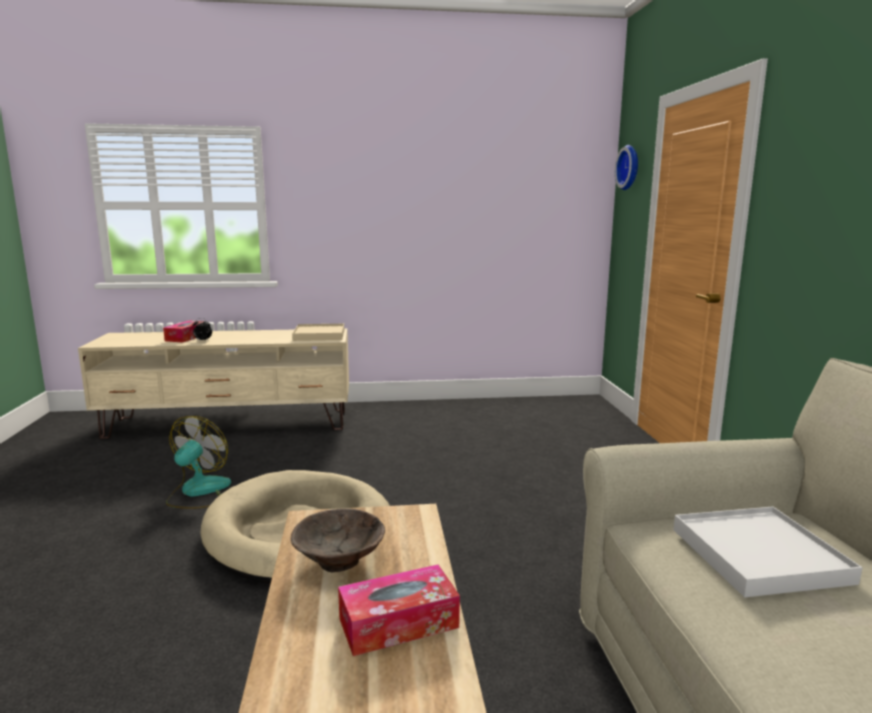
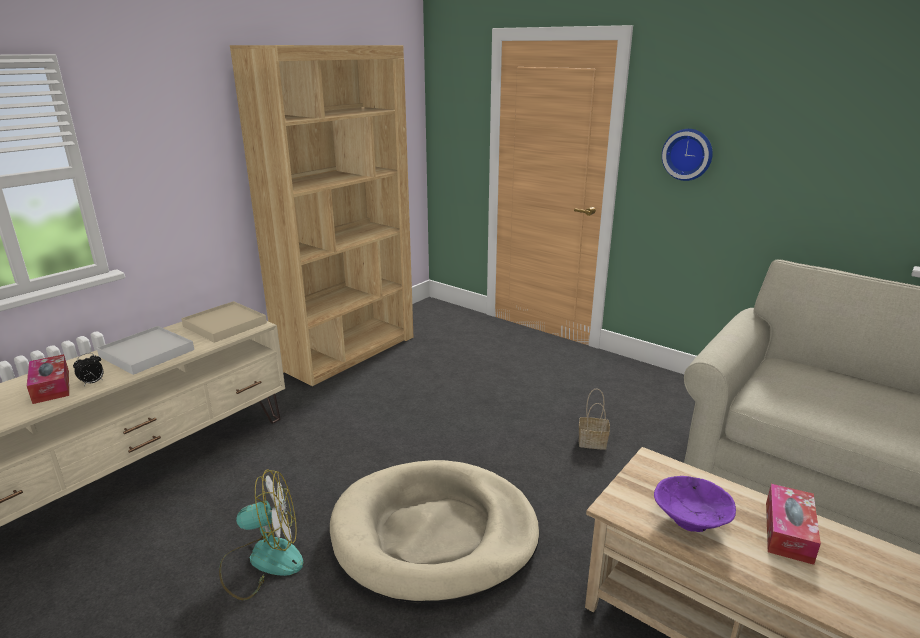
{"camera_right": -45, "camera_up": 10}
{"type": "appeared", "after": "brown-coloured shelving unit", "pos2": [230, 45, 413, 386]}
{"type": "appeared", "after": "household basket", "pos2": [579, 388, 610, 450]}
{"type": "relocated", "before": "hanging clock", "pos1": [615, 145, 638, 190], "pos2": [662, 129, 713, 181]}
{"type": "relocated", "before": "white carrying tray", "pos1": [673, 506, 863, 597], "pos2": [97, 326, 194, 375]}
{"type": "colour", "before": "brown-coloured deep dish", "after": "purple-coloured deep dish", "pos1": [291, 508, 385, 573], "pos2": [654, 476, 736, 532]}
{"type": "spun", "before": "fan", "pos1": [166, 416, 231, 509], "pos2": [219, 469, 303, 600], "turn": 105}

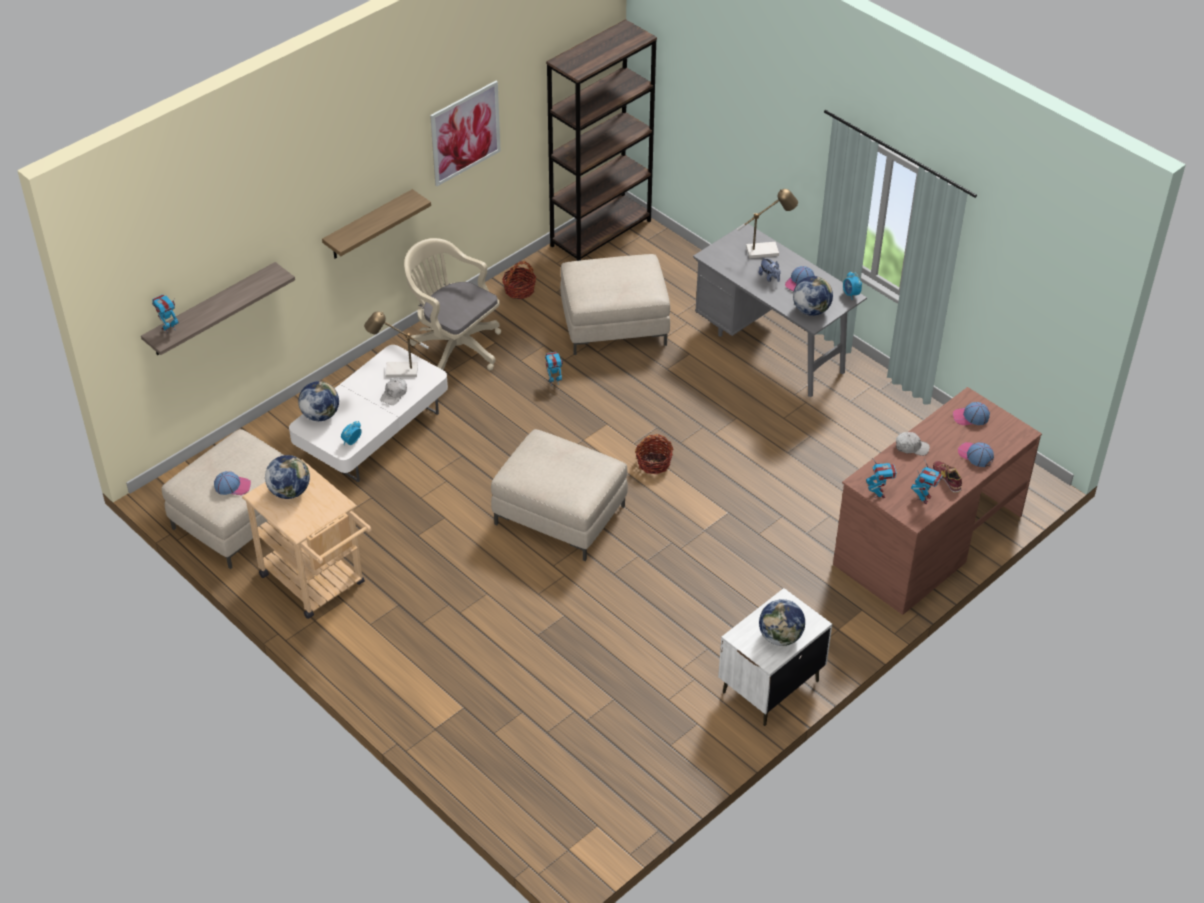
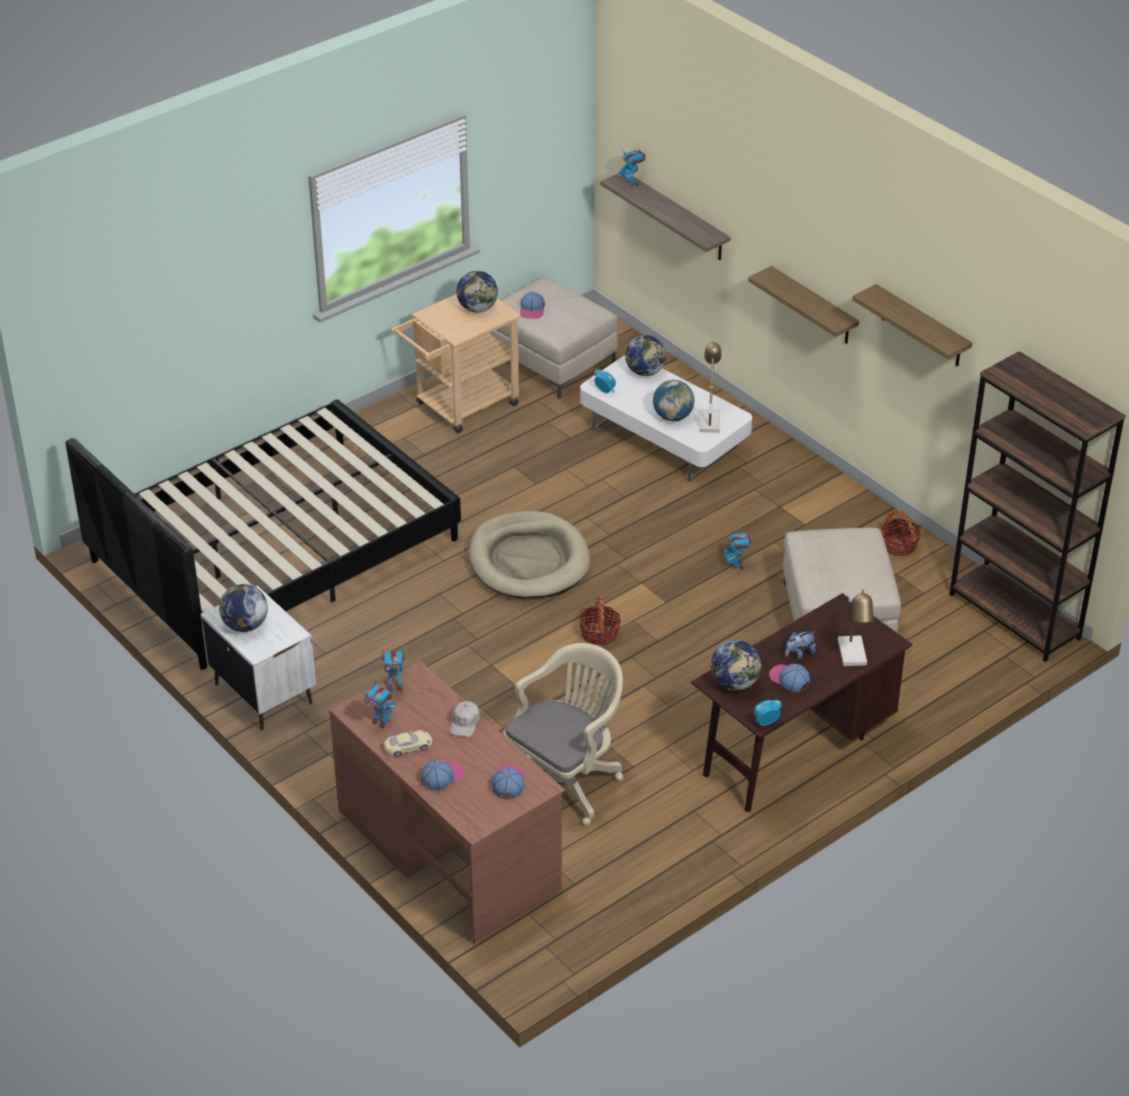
{"camera_right": 95, "camera_up": -5}
{"type": "appeared", "after": "black bed", "pos2": [66, 400, 461, 670]}
{"type": "relocated", "before": "beige-coloured computer chair", "pos1": [404, 238, 501, 370], "pos2": [503, 643, 623, 826]}
{"type": "exchanged", "before": "white cap", "after": "globe", "pos1": [380, 378, 407, 405], "pos2": [653, 380, 694, 421]}
{"type": "exchanged", "before": "wall picture", "after": "bracket shelf", "pos1": [430, 81, 501, 186], "pos2": [852, 284, 972, 367]}
{"type": "exchanged", "before": "beige-coloured ottoman", "after": "beige-coloured pet bed", "pos1": [491, 429, 628, 561], "pos2": [469, 511, 590, 598]}
{"type": "exchanged", "before": "item of footwear", "after": "beige-coloured model car", "pos1": [933, 461, 962, 493], "pos2": [384, 730, 432, 757]}
{"type": "colour", "before": "gray desk", "after": "brown-coloured desk", "pos1": [693, 223, 867, 397], "pos2": [691, 593, 912, 812]}

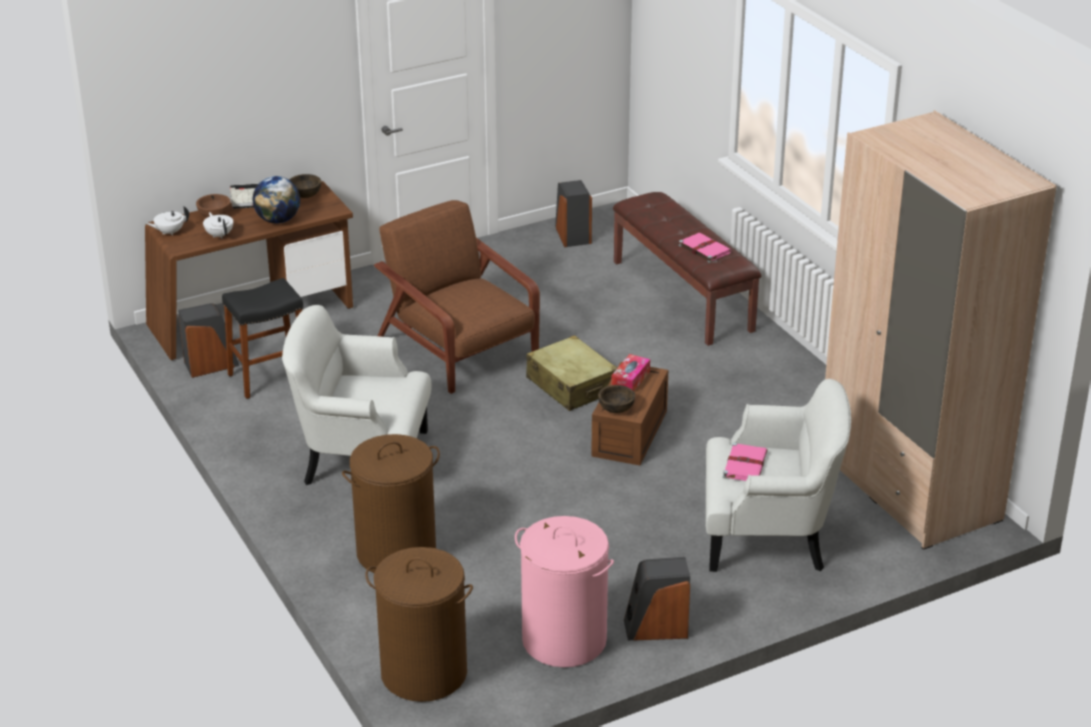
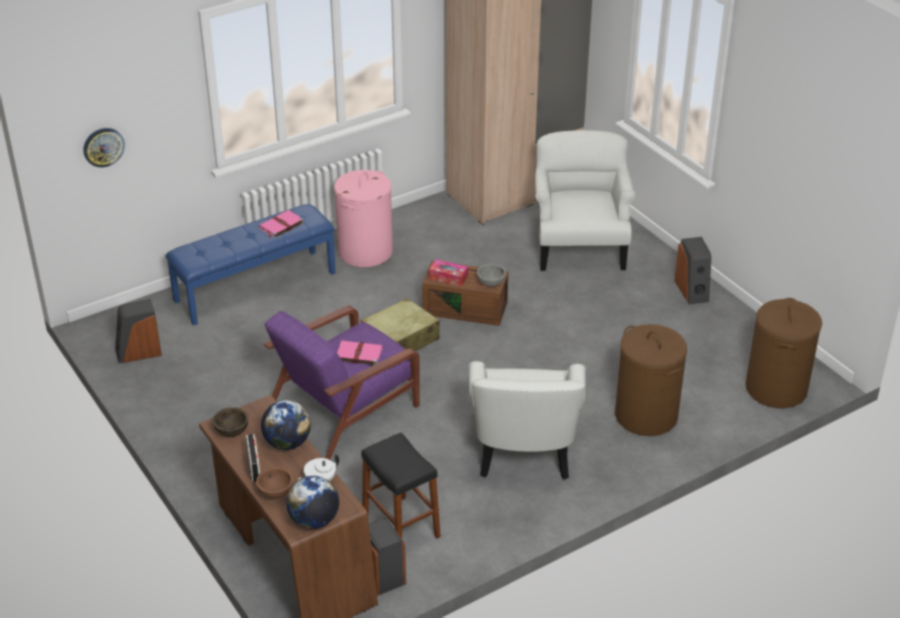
{"camera_right": -95, "camera_up": 5}
{"type": "appeared", "after": "hanging clock", "pos2": [83, 128, 125, 168]}
{"type": "relocated", "before": "pink-coloured laundry basket", "pos1": [515, 516, 614, 667], "pos2": [334, 170, 393, 267]}
{"type": "relocated", "before": "pink-coloured bound book", "pos1": [723, 443, 768, 481], "pos2": [337, 341, 383, 365]}
{"type": "exchanged", "before": "white tea pot", "after": "globe", "pos1": [146, 206, 189, 236], "pos2": [286, 476, 339, 529]}
{"type": "colour", "before": "brown-coloured lounge chair", "after": "purple-coloured lounge chair", "pos1": [374, 200, 540, 394], "pos2": [264, 305, 420, 460]}
{"type": "colour", "before": "brown-coloured deep dish", "after": "gray deep dish", "pos1": [598, 385, 635, 413], "pos2": [477, 264, 506, 287]}
{"type": "colour", "before": "brown-coloured long seat", "after": "blue long seat", "pos1": [613, 192, 761, 346], "pos2": [166, 204, 335, 326]}

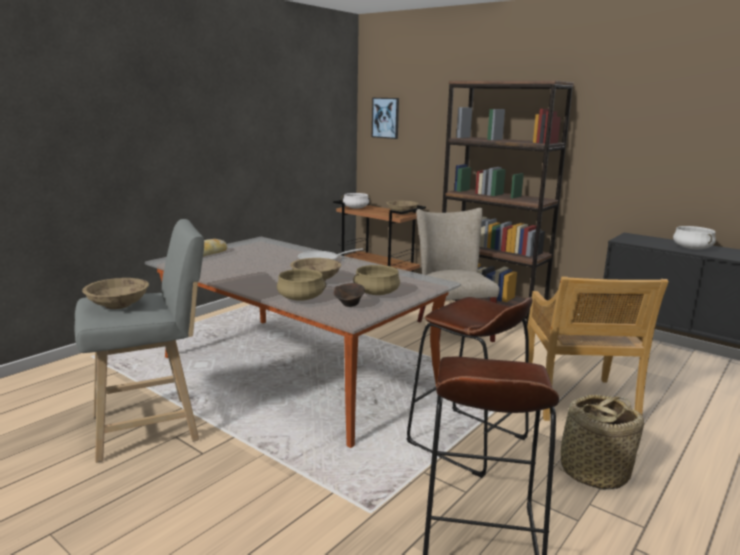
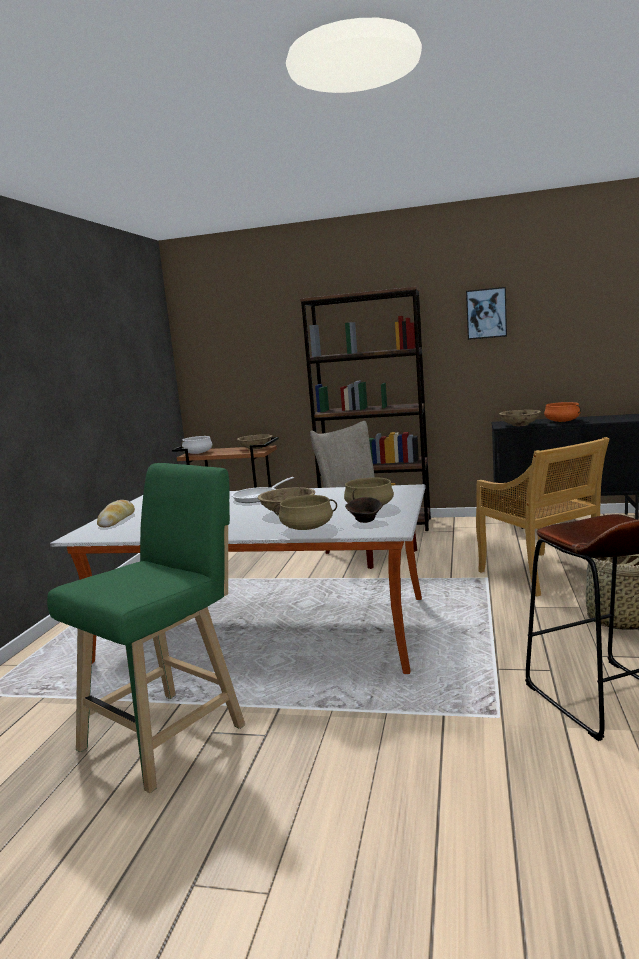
{"camera_right": -25, "camera_up": -5}
{"type": "missing", "before": "brown-coloured stool", "pos1": [406, 297, 532, 478]}
{"type": "relocated", "before": "beige-coloured deep dish", "pos1": [82, 278, 149, 309], "pos2": [499, 410, 541, 426]}
{"type": "relocated", "before": "wall picture", "pos1": [372, 98, 399, 139], "pos2": [466, 287, 507, 340]}
{"type": "colour", "before": "gray stool", "after": "green stool", "pos1": [74, 219, 204, 463], "pos2": [47, 463, 245, 793]}
{"type": "colour", "before": "white stockpot", "after": "orangey stockpot", "pos1": [673, 226, 716, 249], "pos2": [544, 402, 581, 422]}

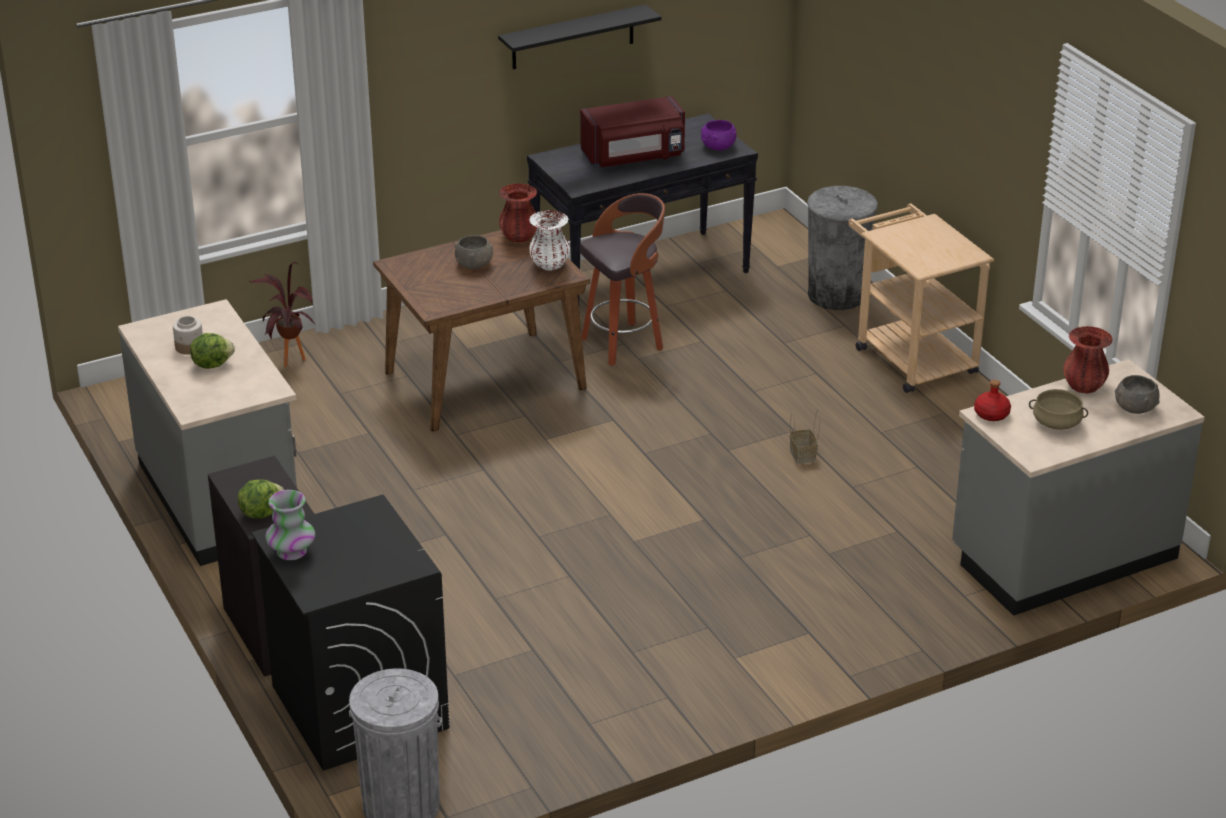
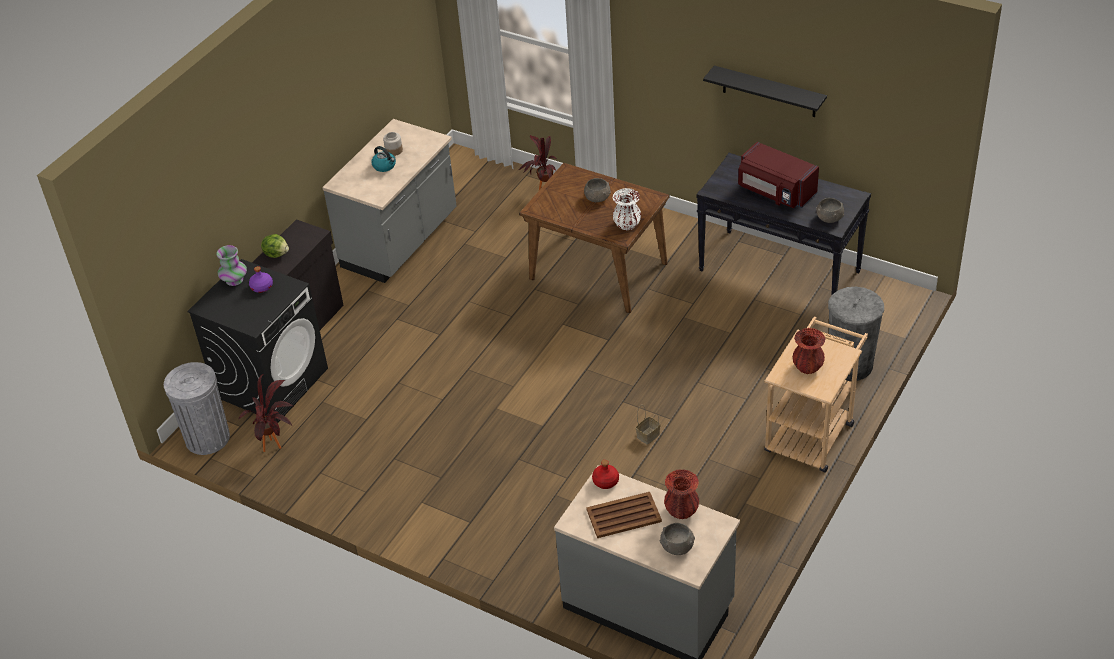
{"camera_right": 60, "camera_up": 10}
{"type": "missing", "before": "stool", "pos1": [580, 193, 665, 365]}
{"type": "appeared", "after": "potted plant", "pos2": [238, 374, 293, 452]}
{"type": "appeared", "after": "purple-coloured drink bottle", "pos2": [249, 266, 273, 293]}
{"type": "relocated", "before": "red-coloured flower vase", "pos1": [499, 184, 537, 242], "pos2": [793, 328, 826, 374]}
{"type": "exchanged", "before": "head of lettuce", "after": "water kettle", "pos1": [190, 333, 235, 369], "pos2": [371, 146, 396, 172]}
{"type": "exchanged", "before": "beige-coloured stockpot", "after": "brown-coloured carrying tray", "pos1": [1029, 389, 1088, 430], "pos2": [586, 492, 662, 538]}
{"type": "colour", "before": "purple-coloured deep dish", "after": "gray deep dish", "pos1": [701, 120, 736, 151], "pos2": [816, 198, 844, 223]}

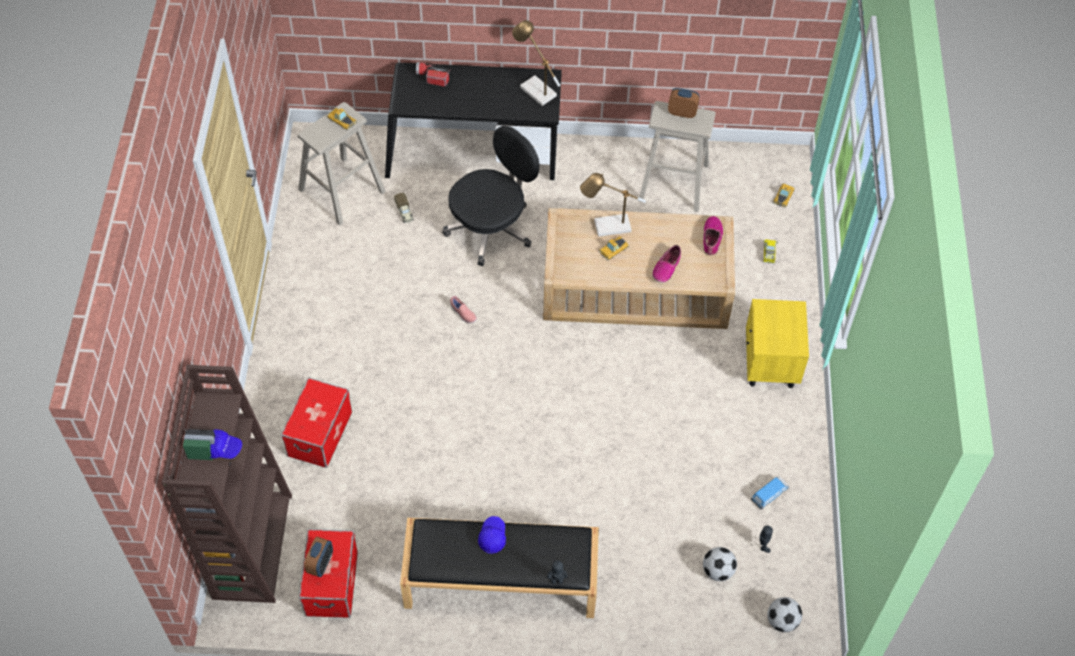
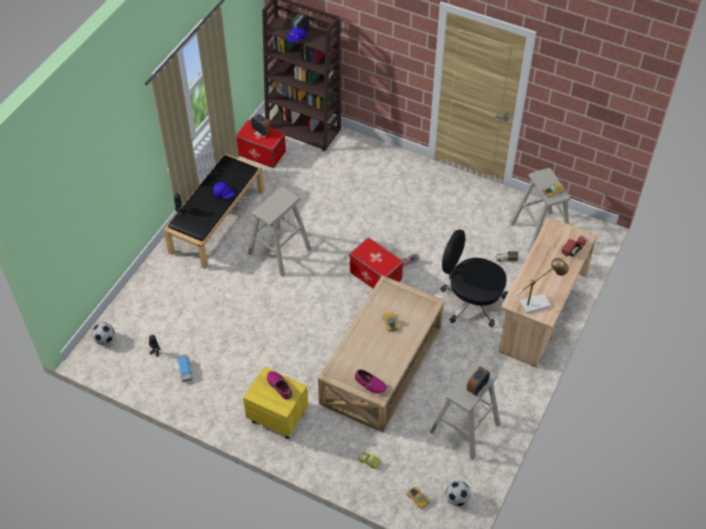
{"camera_right": 115, "camera_up": -5}
{"type": "missing", "before": "table lamp", "pos1": [580, 173, 646, 237]}
{"type": "appeared", "after": "beige-coloured stool", "pos2": [248, 187, 312, 277]}
{"type": "relocated", "before": "storage container", "pos1": [281, 378, 352, 468], "pos2": [349, 237, 403, 289]}
{"type": "relocated", "before": "item of footwear", "pos1": [652, 245, 681, 283], "pos2": [267, 371, 292, 400]}
{"type": "relocated", "before": "football ball", "pos1": [703, 547, 737, 581], "pos2": [446, 481, 471, 506]}
{"type": "colour", "before": "black desk", "after": "beige-coloured desk", "pos1": [385, 63, 562, 180], "pos2": [499, 217, 597, 368]}
{"type": "spun", "before": "black computer chair", "pos1": [442, 126, 540, 266], "pos2": [440, 229, 508, 327], "turn": 135}

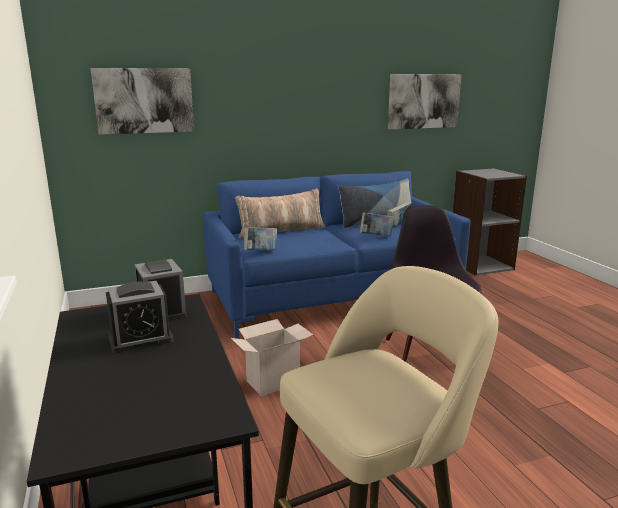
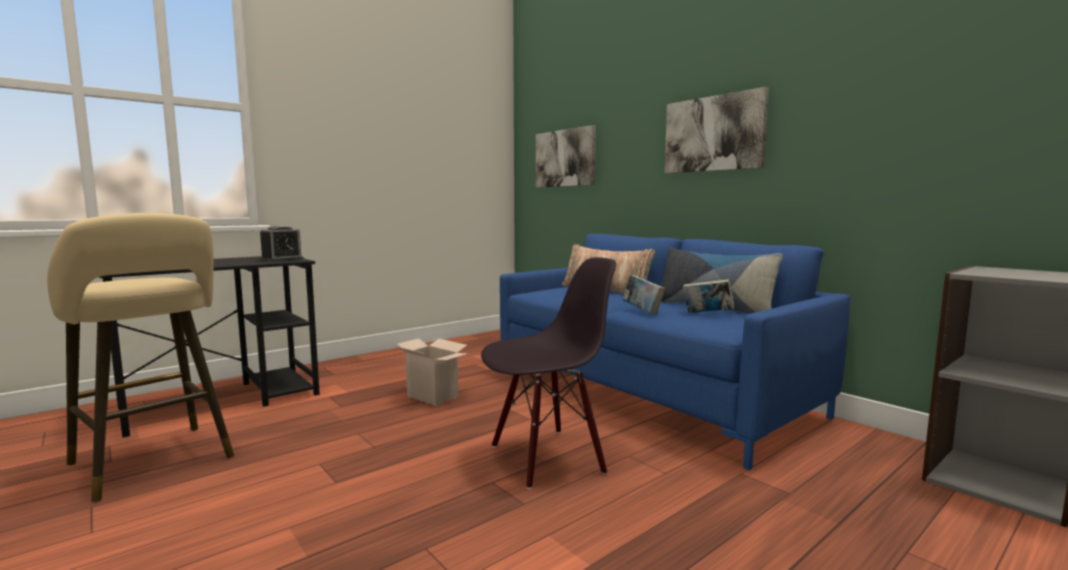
{"camera_right": 70, "camera_up": -10}
{"type": "missing", "before": "bedside clock", "pos1": [106, 281, 173, 353]}
{"type": "missing", "before": "bound book", "pos1": [244, 227, 277, 250]}
{"type": "relocated", "before": "wall picture", "pos1": [388, 74, 462, 129], "pos2": [665, 87, 769, 173]}

